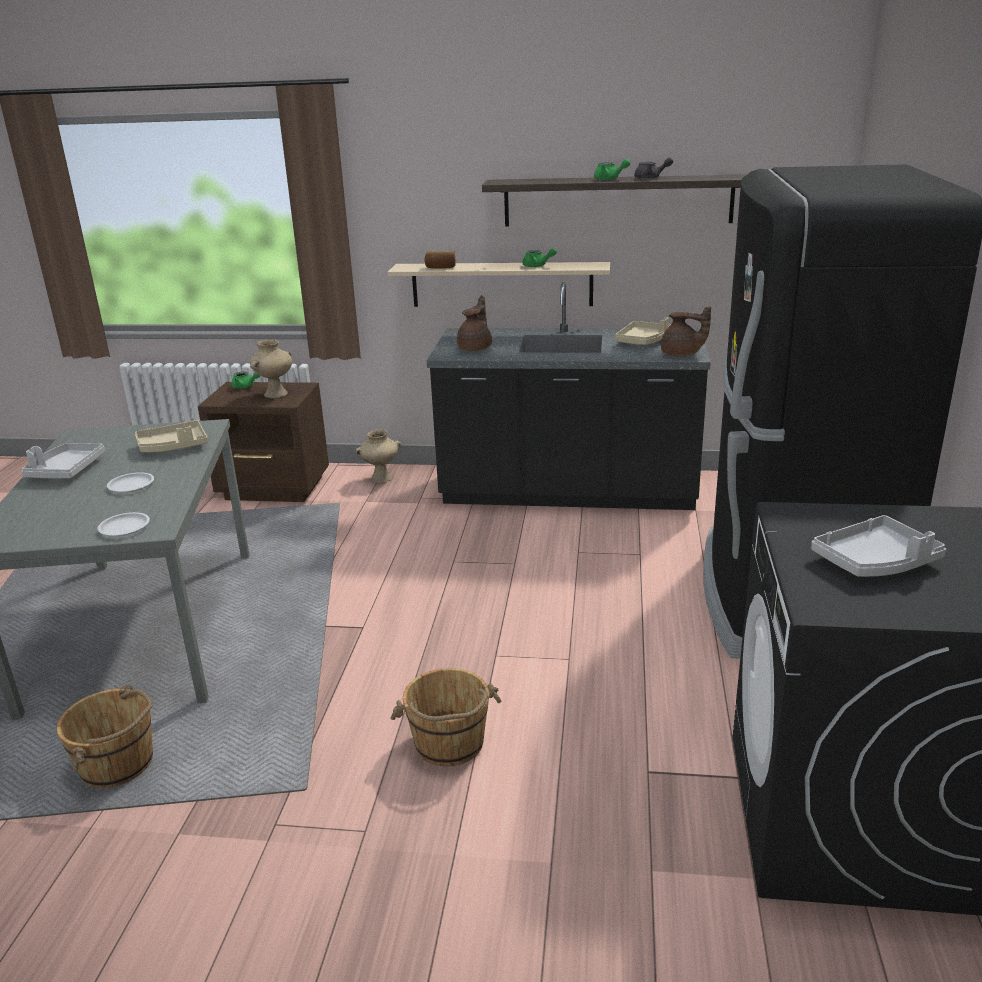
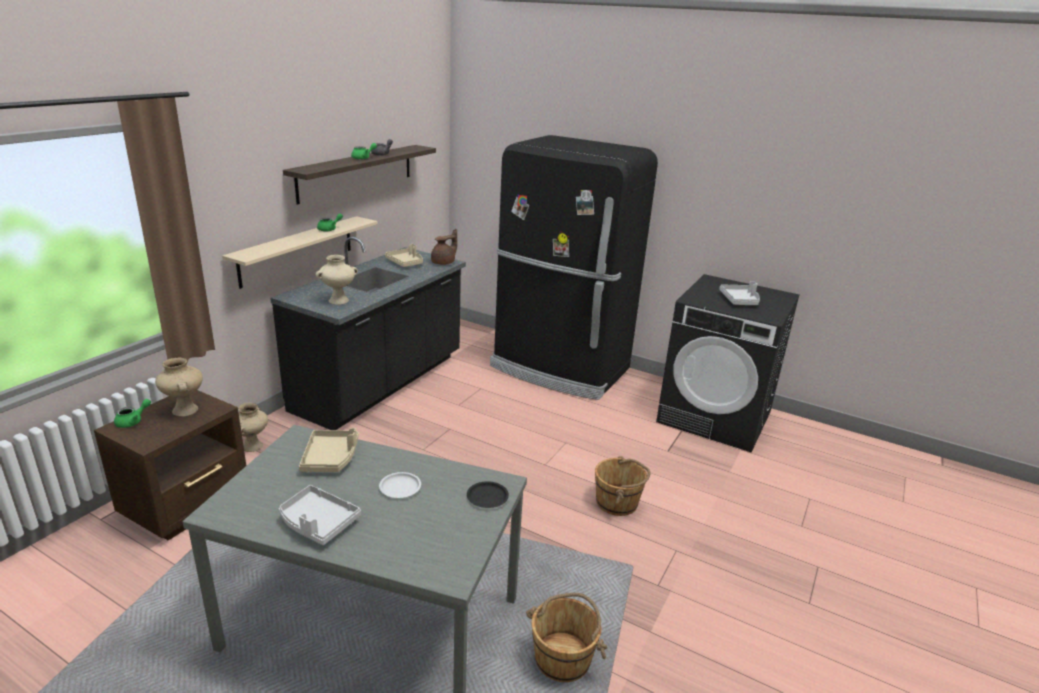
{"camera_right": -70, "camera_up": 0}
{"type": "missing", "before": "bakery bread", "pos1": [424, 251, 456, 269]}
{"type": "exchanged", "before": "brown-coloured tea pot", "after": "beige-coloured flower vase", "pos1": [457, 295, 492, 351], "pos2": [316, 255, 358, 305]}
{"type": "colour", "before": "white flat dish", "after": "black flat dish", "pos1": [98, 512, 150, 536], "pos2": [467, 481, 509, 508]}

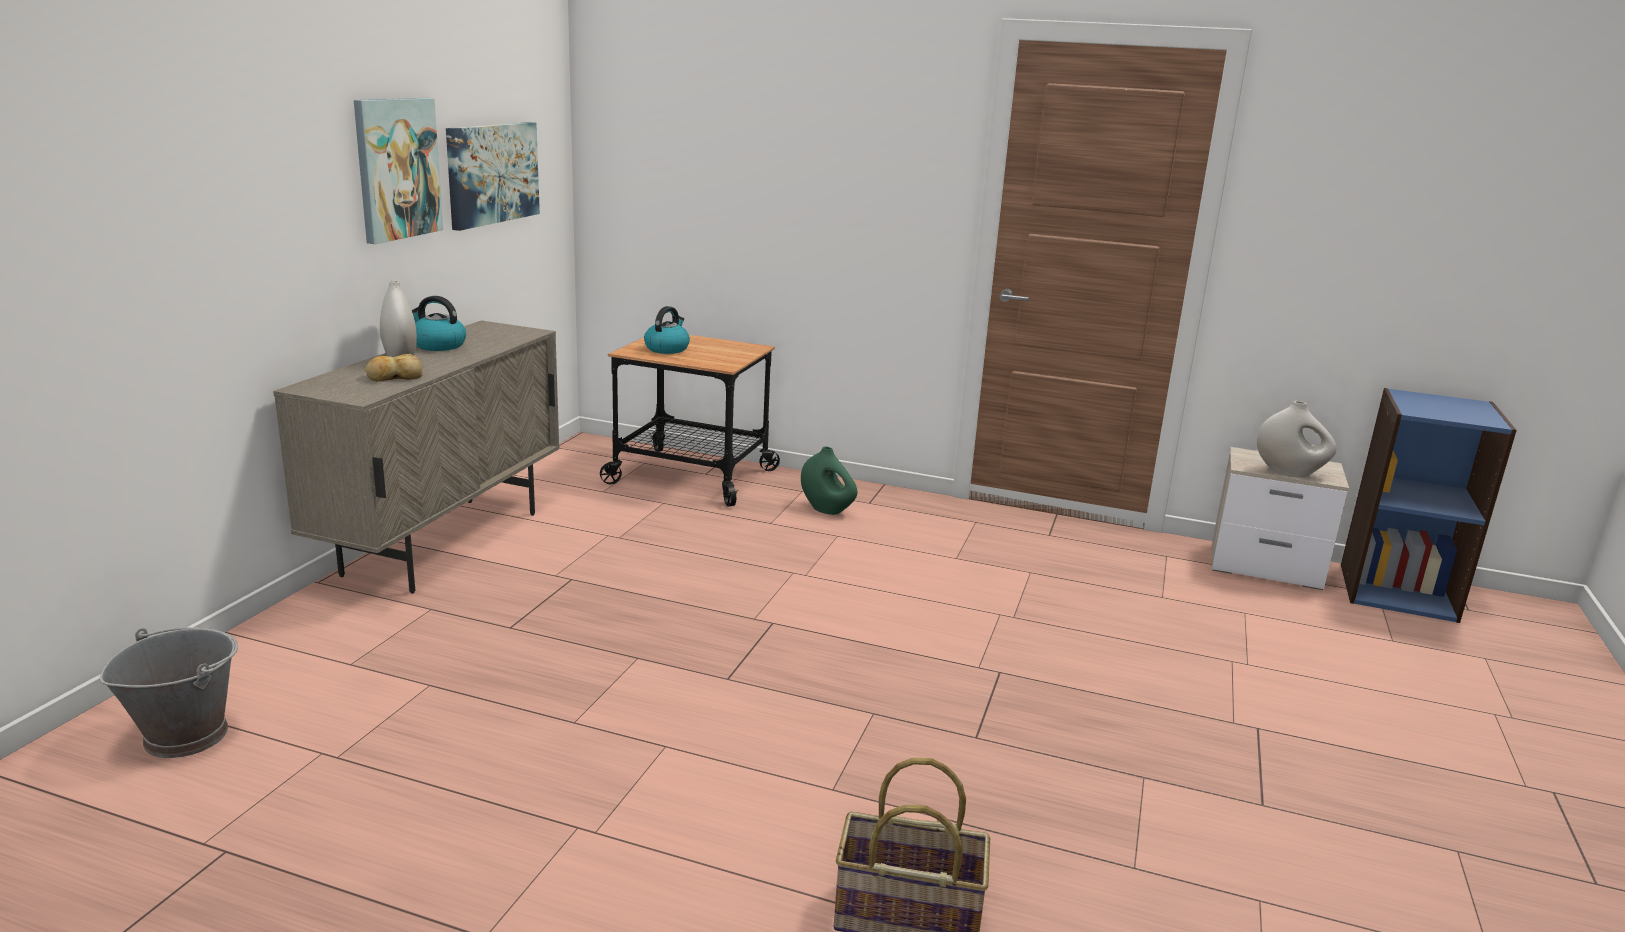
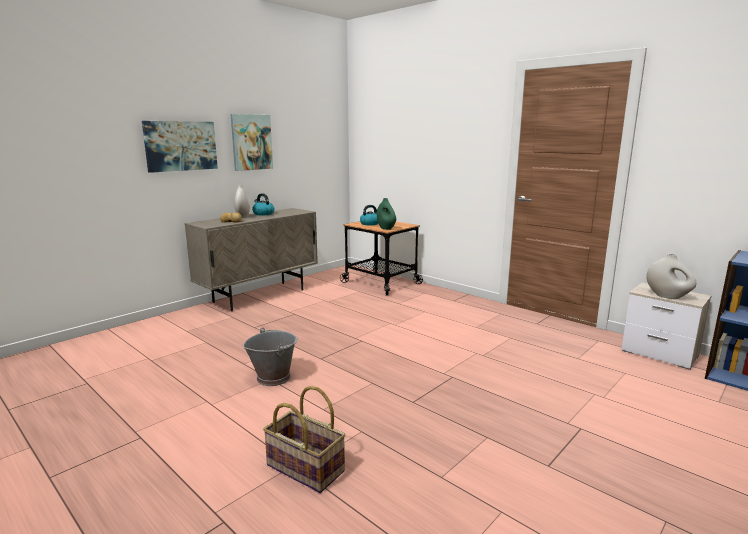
{"camera_right": 25, "camera_up": -5}
{"type": "relocated", "before": "gray pail", "pos1": [99, 627, 238, 758], "pos2": [243, 328, 298, 386]}
{"type": "relocated", "before": "wall picture", "pos1": [446, 122, 540, 231], "pos2": [142, 121, 218, 173]}
{"type": "relocated", "before": "green flower vase", "pos1": [801, 446, 858, 515], "pos2": [377, 198, 396, 230]}

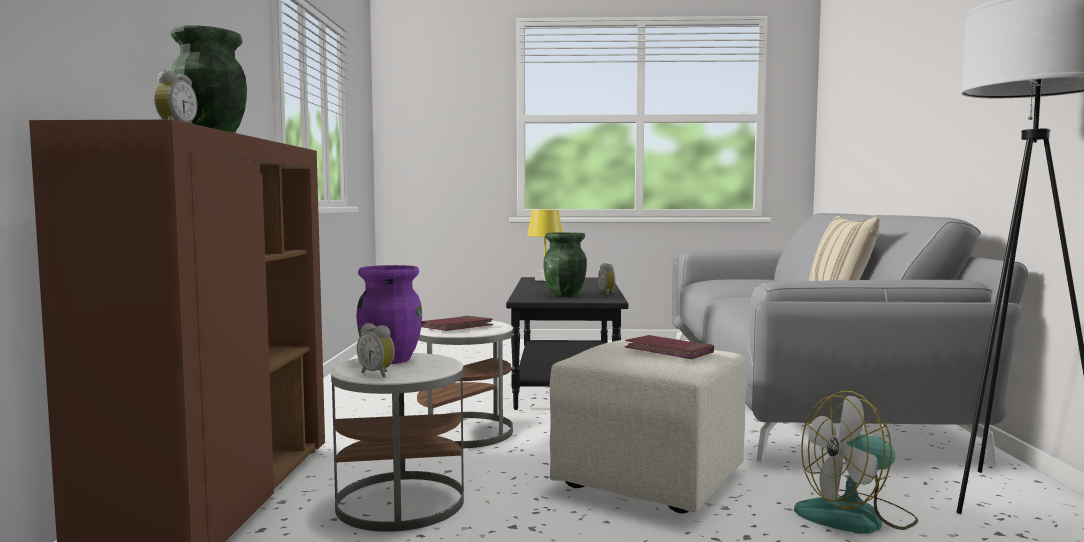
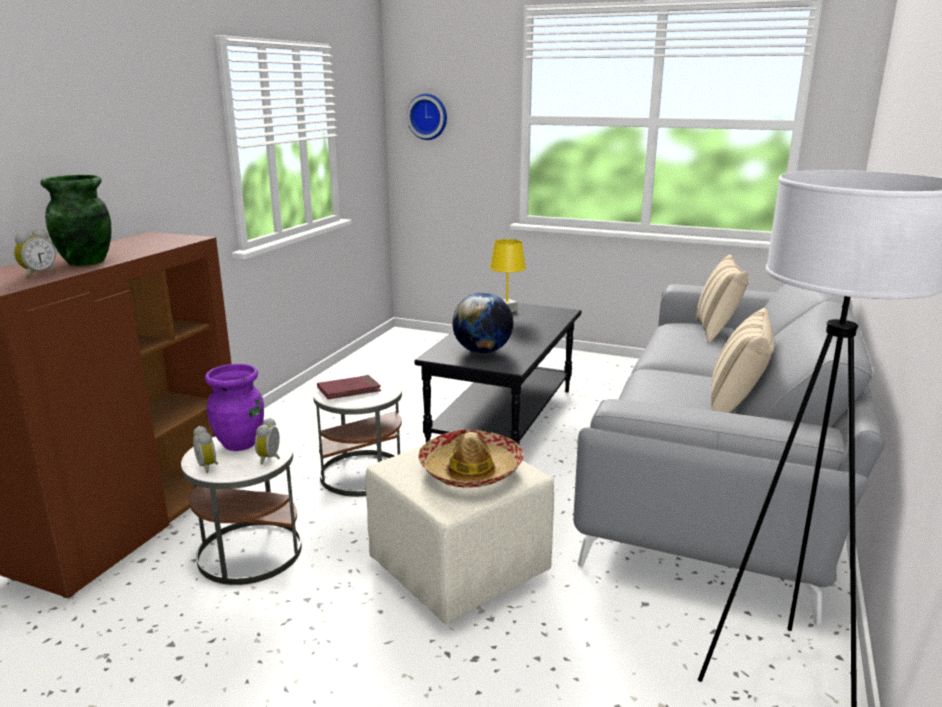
{"camera_right": 20, "camera_up": 15}
{"type": "missing", "before": "fan", "pos1": [794, 391, 918, 534]}
{"type": "appeared", "after": "hanging clock", "pos2": [407, 94, 447, 140]}
{"type": "appeared", "after": "beige-coloured pillow", "pos2": [696, 254, 748, 343]}
{"type": "relocated", "before": "bedside clock", "pos1": [598, 263, 615, 295], "pos2": [255, 418, 280, 464]}
{"type": "exchanged", "before": "green flower vase", "after": "globe", "pos1": [543, 232, 587, 297], "pos2": [452, 292, 513, 354]}
{"type": "exchanged", "before": "red-coloured bound book", "after": "hat", "pos1": [625, 335, 714, 359], "pos2": [418, 429, 524, 488]}

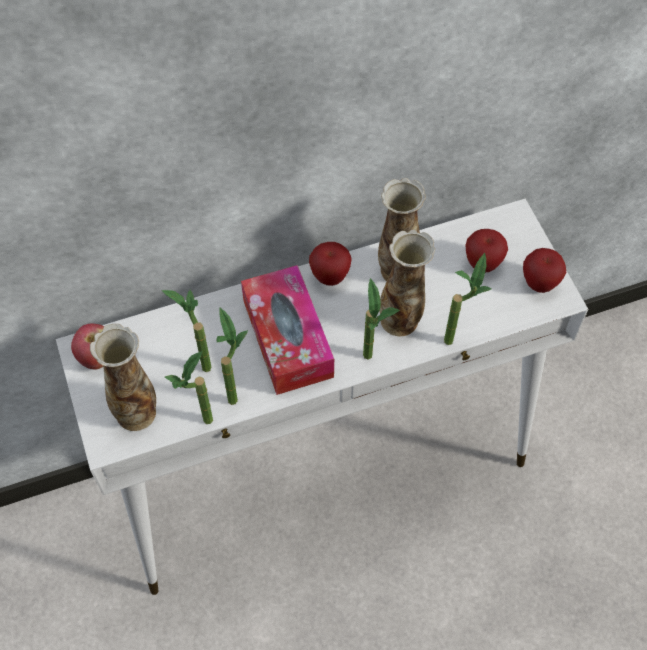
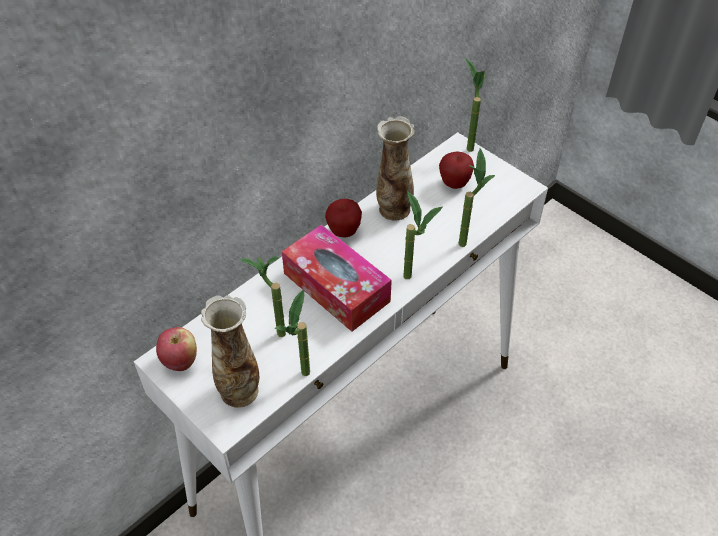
{"camera_right": -25, "camera_up": -10}
{"type": "missing", "before": "flower vase", "pos1": [380, 230, 435, 336]}
{"type": "missing", "before": "apple", "pos1": [523, 248, 566, 293]}
{"type": "relocated", "before": "potted plant", "pos1": [216, 308, 248, 405], "pos2": [465, 58, 485, 152]}

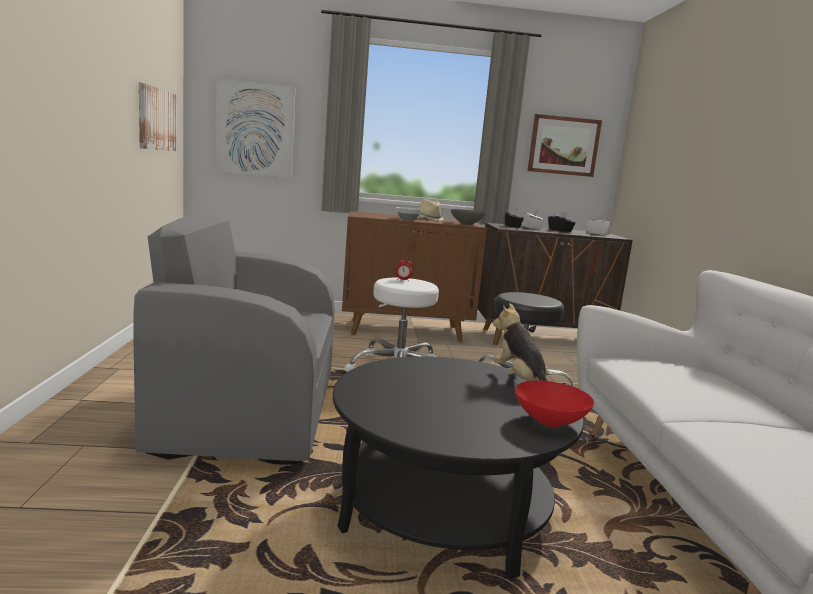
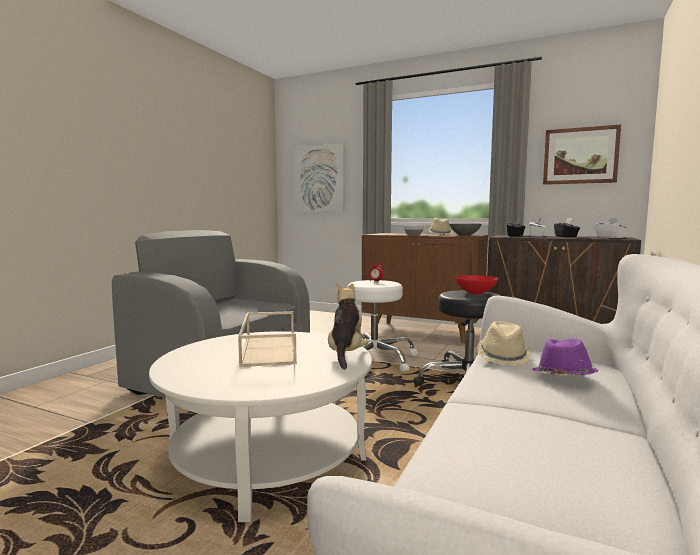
{"camera_right": 30, "camera_up": -5}
{"type": "missing", "before": "wall picture", "pos1": [139, 83, 177, 151]}
{"type": "appeared", "after": "beige-coloured carrying tray", "pos2": [238, 311, 297, 367]}
{"type": "appeared", "after": "beige-coloured hat", "pos2": [477, 321, 531, 366]}
{"type": "appeared", "after": "purple-coloured hat", "pos2": [532, 338, 598, 376]}
{"type": "relocated", "before": "red-coloured deep dish", "pos1": [515, 380, 594, 427], "pos2": [455, 275, 499, 295]}
{"type": "colour", "before": "black lounge table", "after": "white lounge table", "pos1": [333, 356, 584, 580], "pos2": [149, 331, 372, 522]}

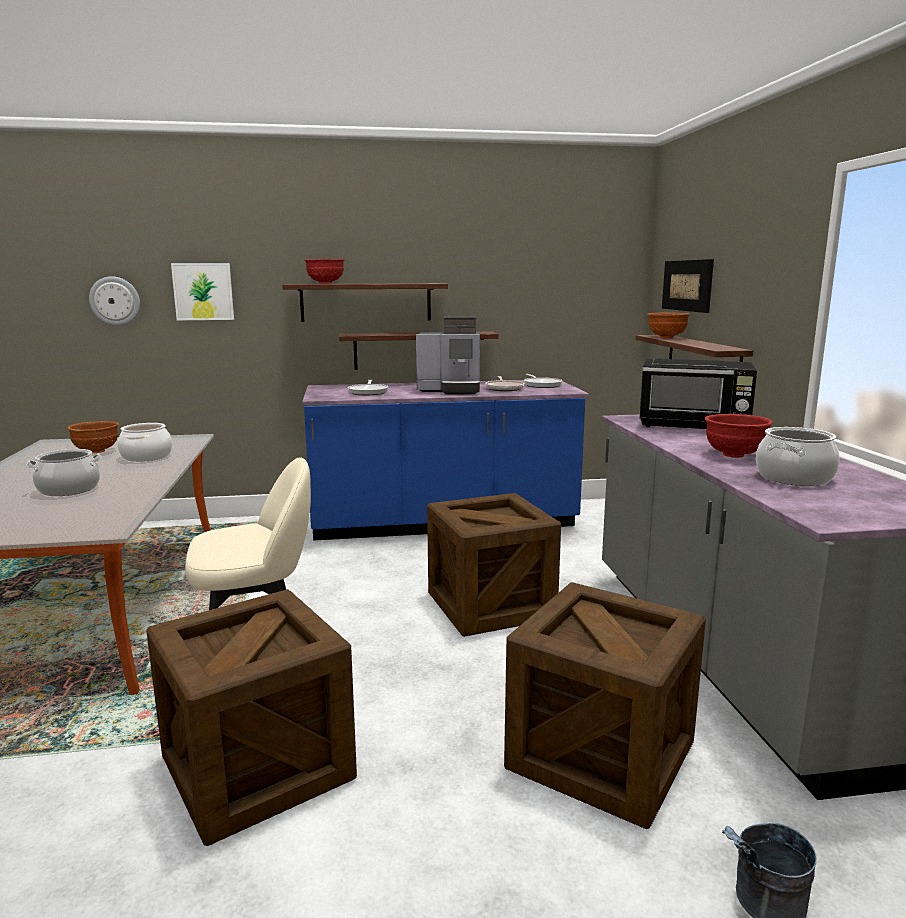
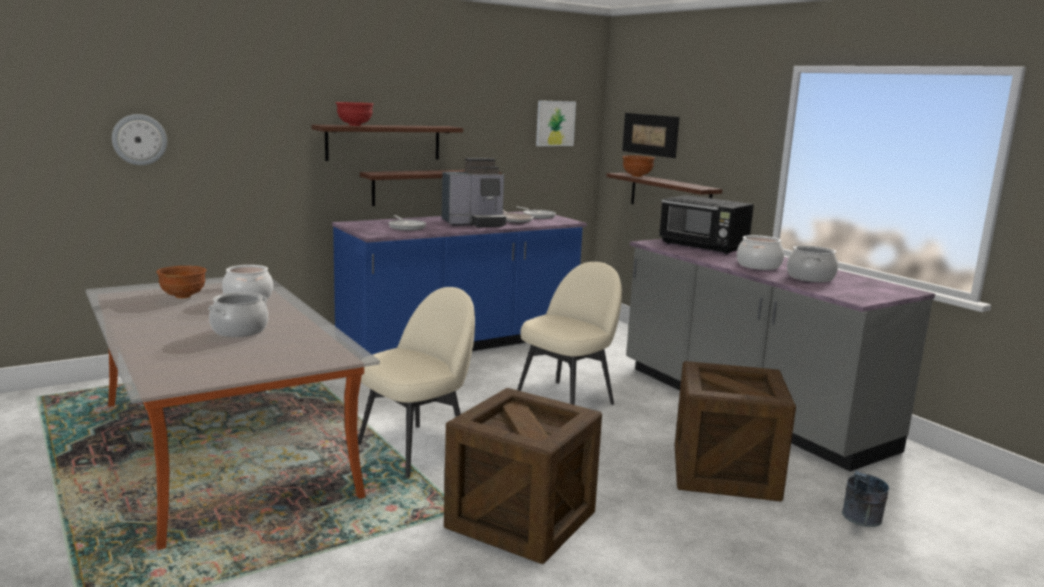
{"camera_right": -25, "camera_up": 0}
{"type": "relocated", "before": "wall picture", "pos1": [171, 263, 234, 320], "pos2": [536, 100, 576, 146]}
{"type": "exchanged", "before": "shipping crate", "after": "beige-coloured plain chair", "pos1": [427, 493, 561, 637], "pos2": [517, 262, 622, 405]}
{"type": "exchanged", "before": "red-coloured deep dish", "after": "stockpot", "pos1": [704, 414, 772, 458], "pos2": [737, 235, 784, 270]}
{"type": "spun", "before": "black microwave oven", "pos1": [640, 359, 757, 429], "pos2": [659, 195, 754, 254], "turn": 45}

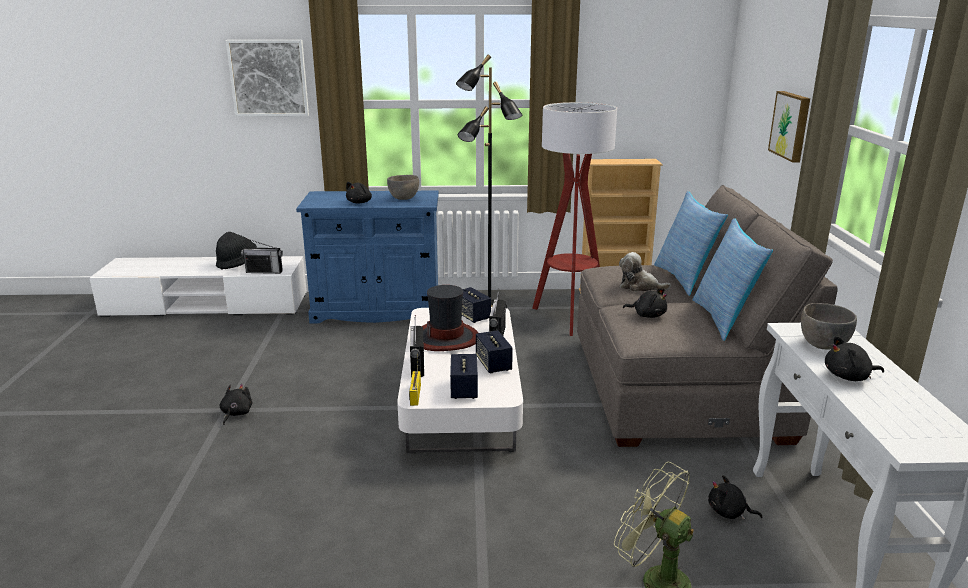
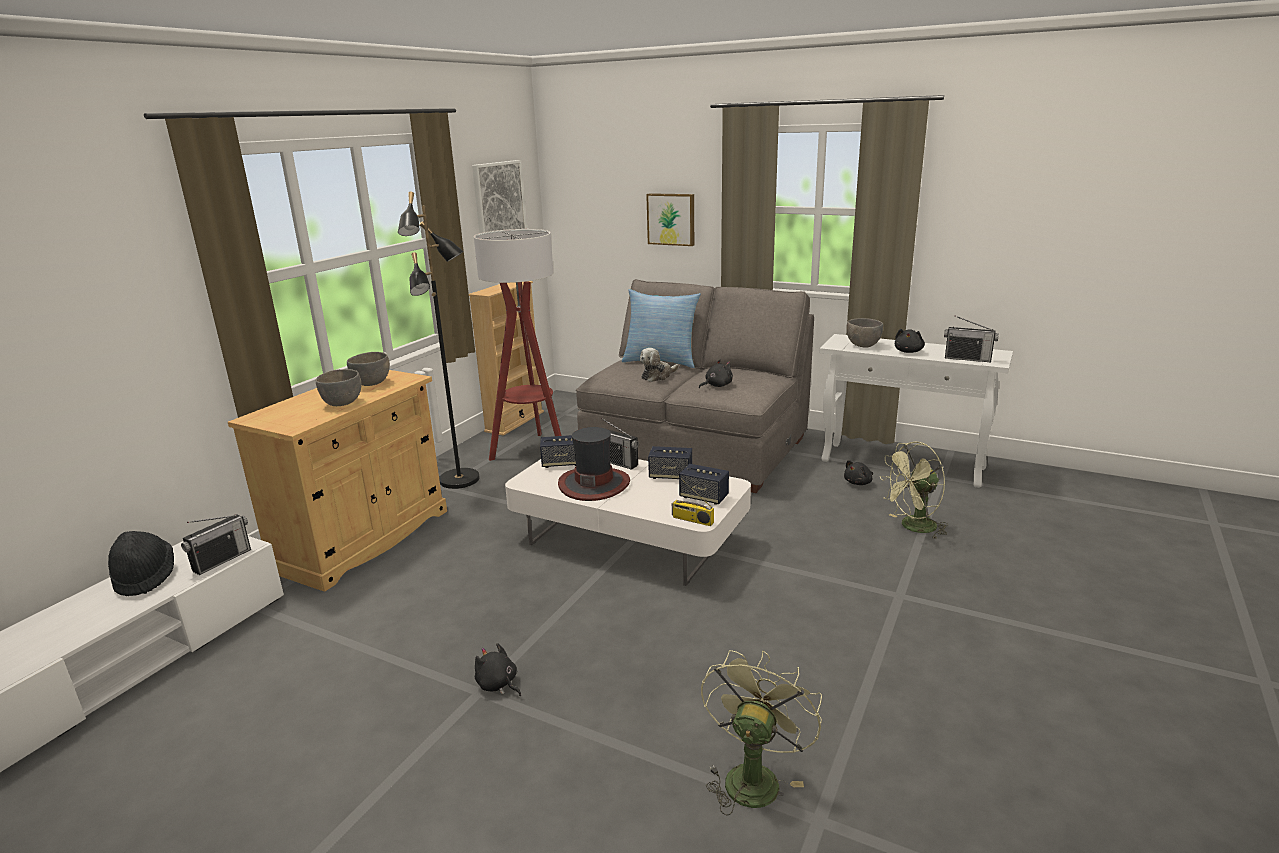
{"camera_right": -60, "camera_up": 0}
{"type": "missing", "before": "pillow", "pos1": [693, 218, 773, 341]}
{"type": "appeared", "after": "green fan", "pos2": [701, 650, 822, 816]}
{"type": "relocated", "before": "wall picture", "pos1": [226, 40, 309, 117], "pos2": [472, 160, 527, 233]}
{"type": "relocated", "before": "radio receiver", "pos1": [410, 315, 424, 378], "pos2": [944, 316, 999, 362]}
{"type": "exchanged", "before": "black soft toy", "after": "gray deep dish", "pos1": [346, 182, 372, 203], "pos2": [316, 369, 361, 406]}
{"type": "colour", "before": "blue storage cabinet", "after": "beige-coloured storage cabinet", "pos1": [296, 191, 439, 323], "pos2": [228, 370, 447, 591]}

